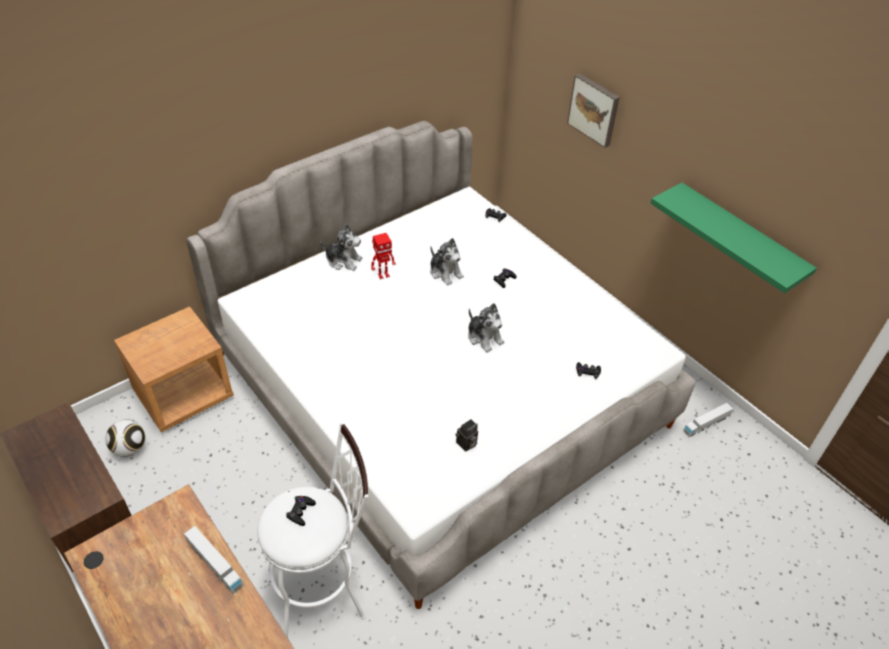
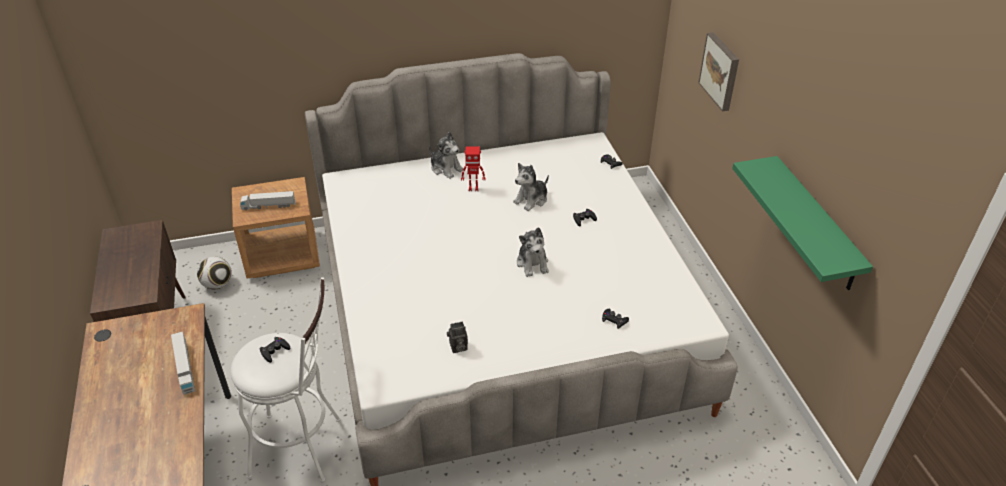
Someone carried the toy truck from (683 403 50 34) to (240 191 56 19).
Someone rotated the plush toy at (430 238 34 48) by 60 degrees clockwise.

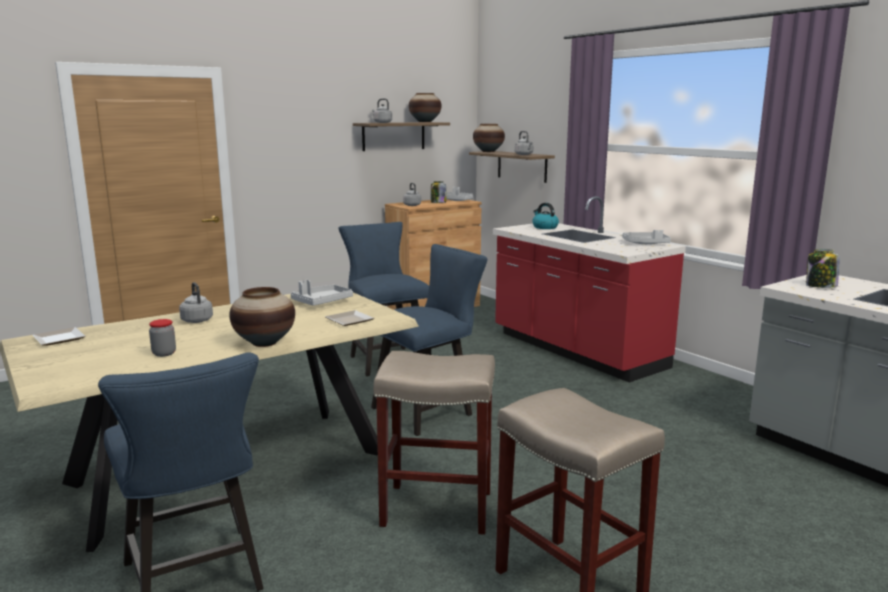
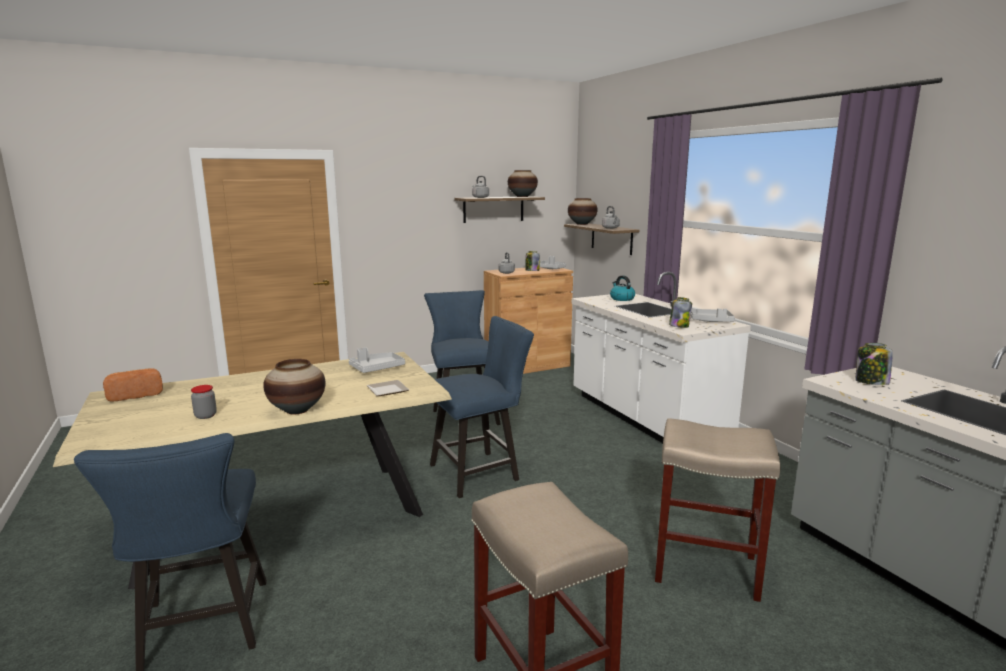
Someone took away the grey kettle at (179 282 34 41).
Someone put down the jar at (669 297 23 31).
Someone carried the beige stool from (373 351 122 184) to (655 418 125 184).
Someone swapped the plate at (33 327 53 18) for the bread at (103 368 60 34).
Someone repainted the red counter at (493 196 193 187), which became the white counter at (572 272 179 171).

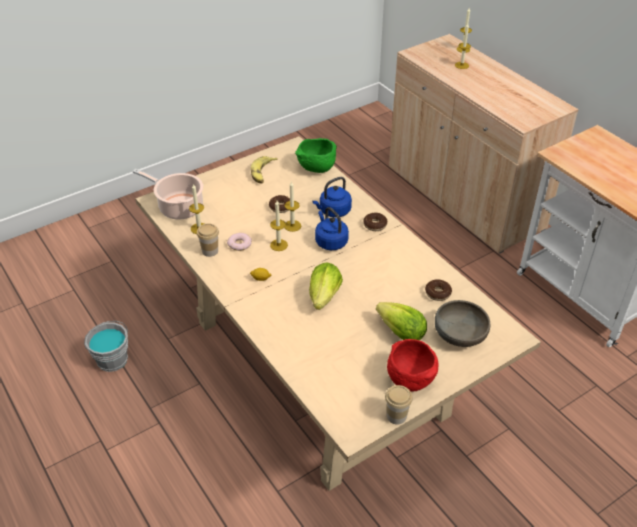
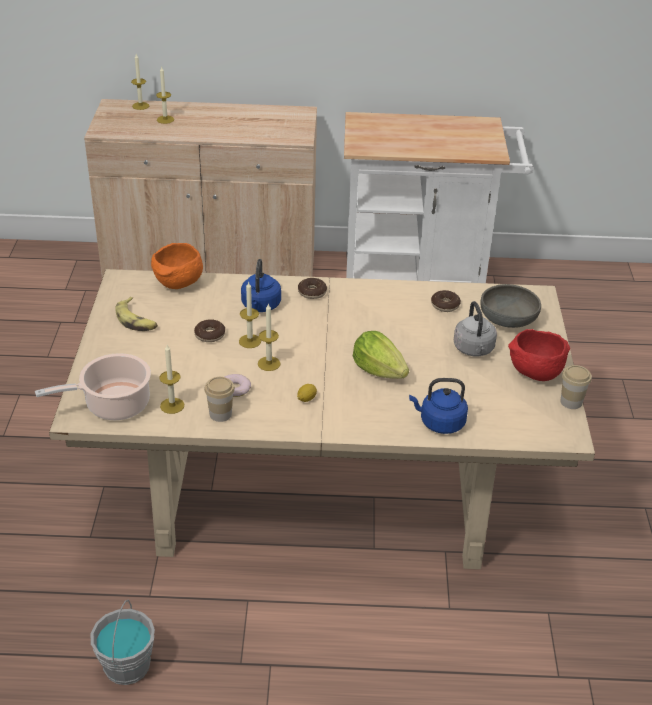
Someone carried the blue kettle from (315 207 34 43) to (409 378 59 56).
Someone swapped the lettuce at (376 302 51 38) for the grey kettle at (454 301 43 55).
Someone repainted the green bowl at (295 138 42 35), which became the orange bowl at (151 243 52 46).

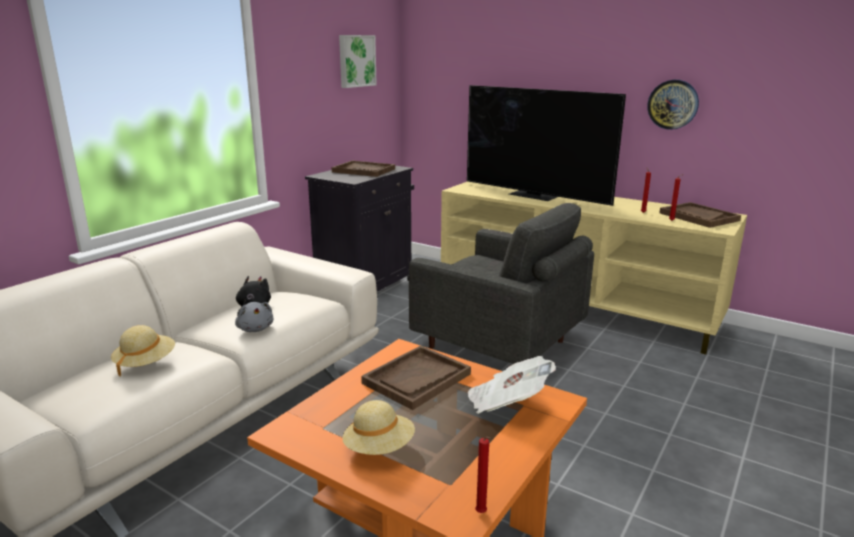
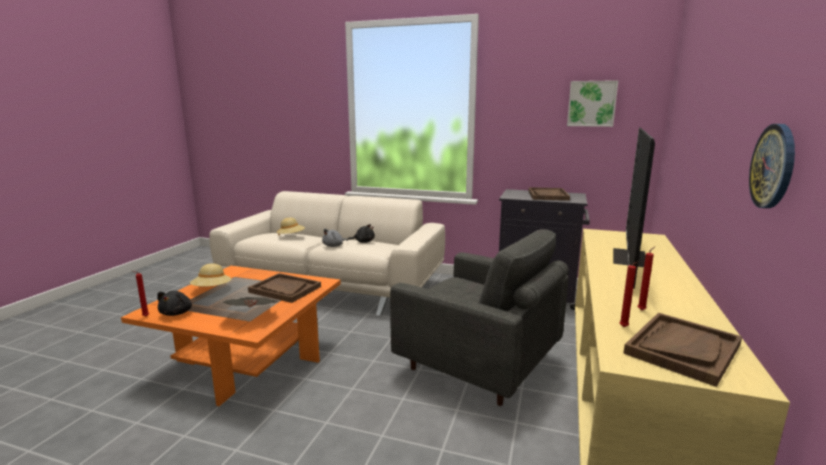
Someone put down the black plush toy at (157 291 35 25).
Someone rotated the grey armchair at (409 203 185 161) by 75 degrees counterclockwise.

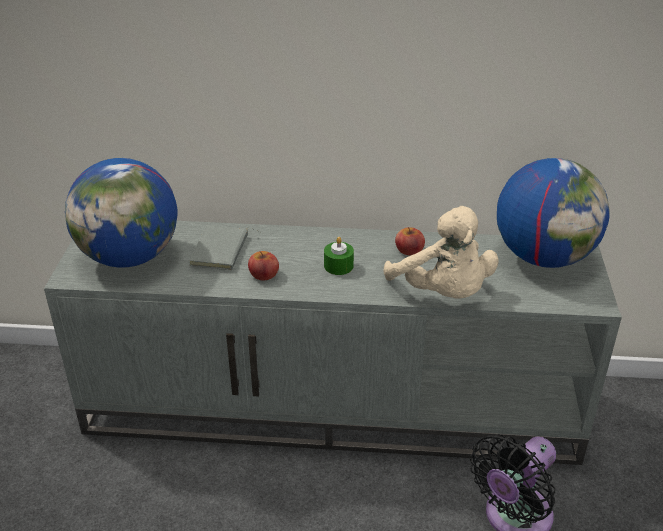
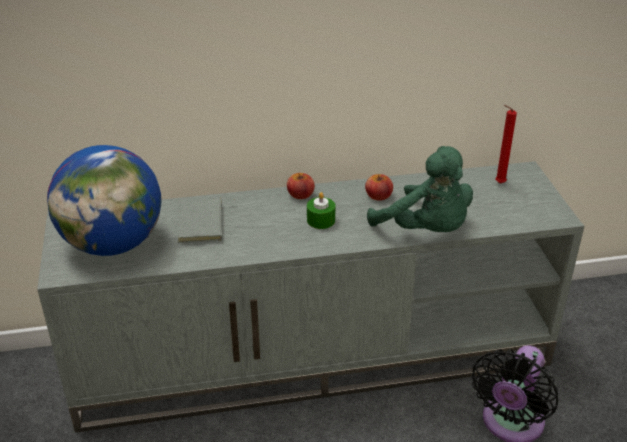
Someone carried the apple from (248 251 31 29) to (287 173 28 26).
Someone swapped the globe at (497 158 113 110) for the red candle at (495 105 22 79).
Someone repainted the beige plush toy at (383 206 116 93), which became the green plush toy at (367 146 106 86).

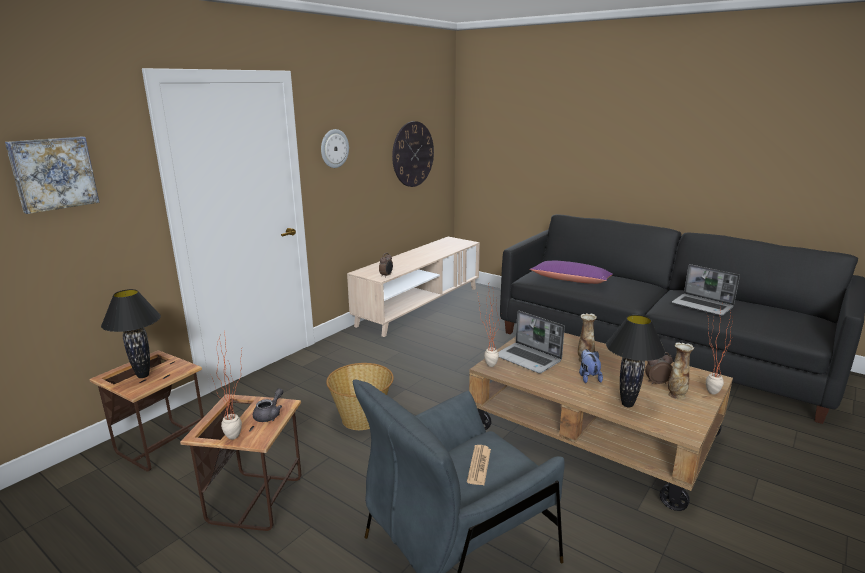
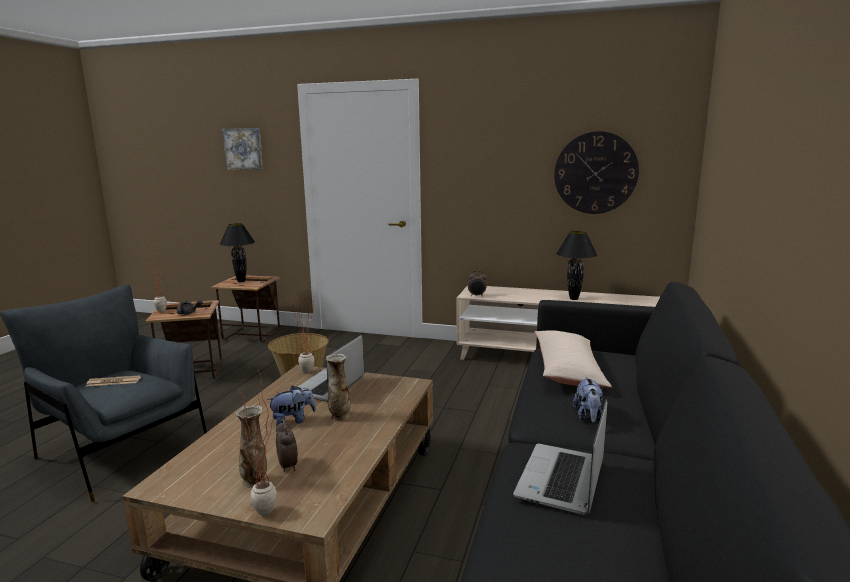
Someone took away the wall clock at (321 129 28 39).
Someone put down the plush toy at (573 377 30 46).
Someone carried the black table lamp from (606 315 59 92) to (556 231 41 69).
Someone repainted the purple pillow at (530 260 83 24), which became the beige pillow at (534 330 78 58).

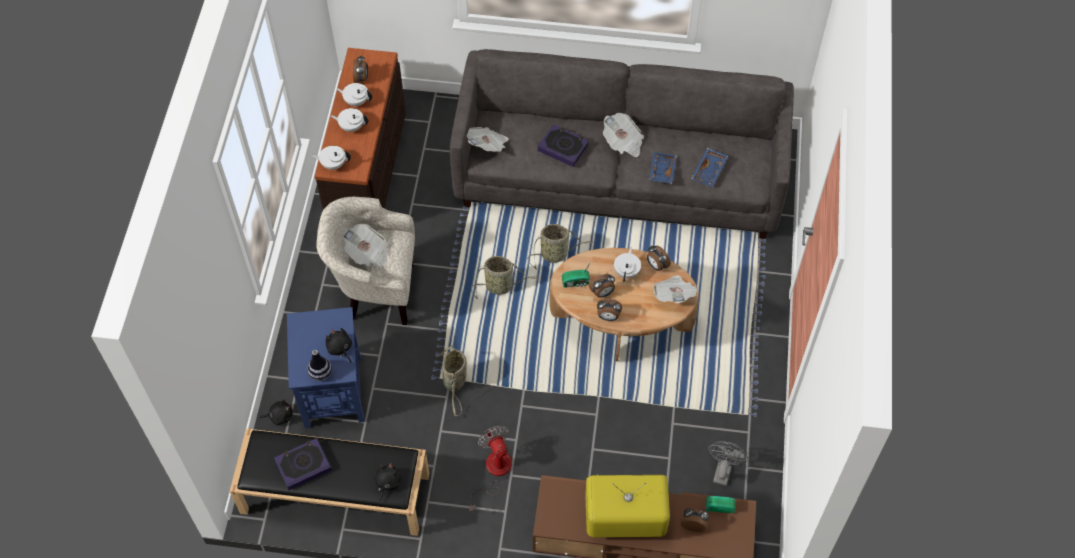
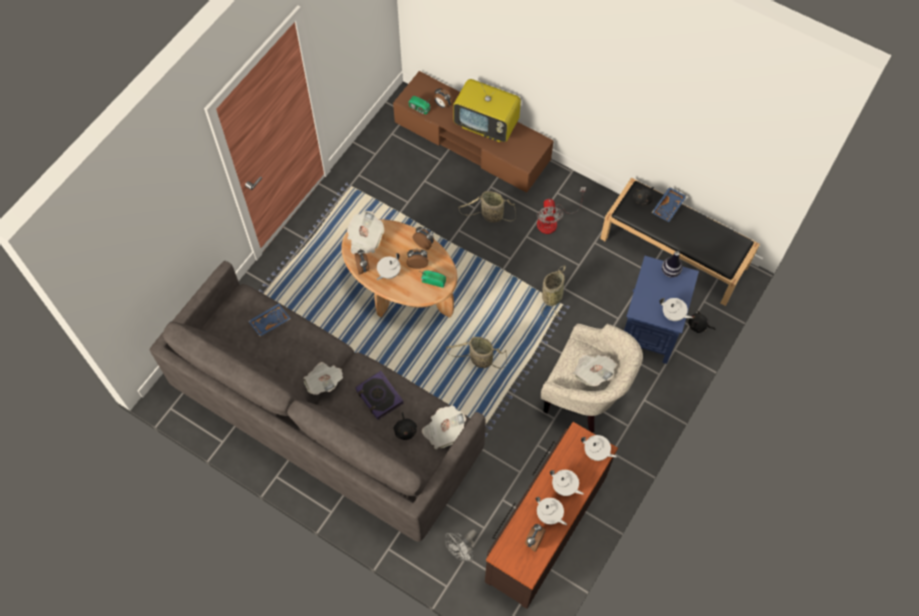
Someone took away the book at (274 438 58 52).
Someone put down the white teapot at (659 298 34 23).
Someone carried the black plush toy from (325 328 27 35) to (394 412 23 28).
Someone carried the basket from (527 224 67 45) to (458 191 58 32).
Someone carried the blue tray from (649 152 28 32) to (651 187 36 35).
Someone carried the grey fan from (708 441 40 45) to (445 529 32 32).

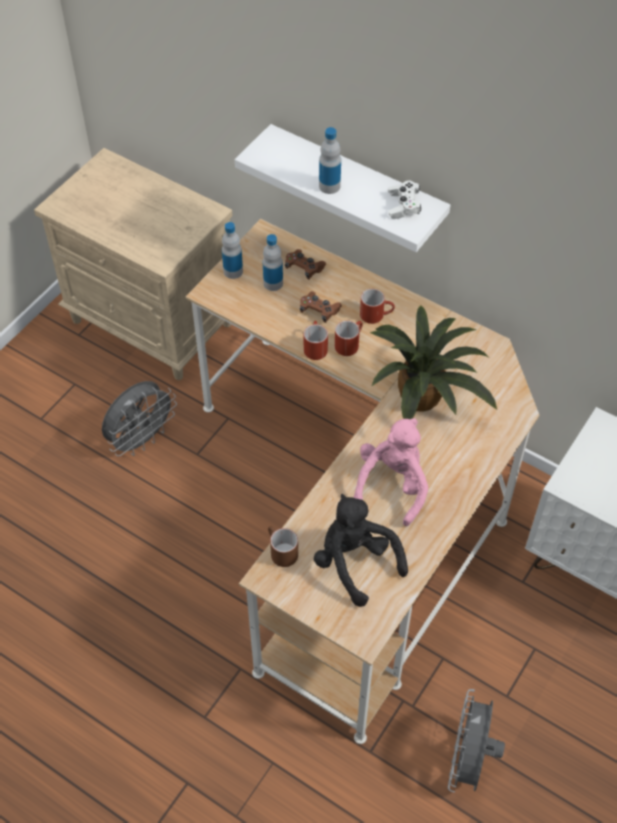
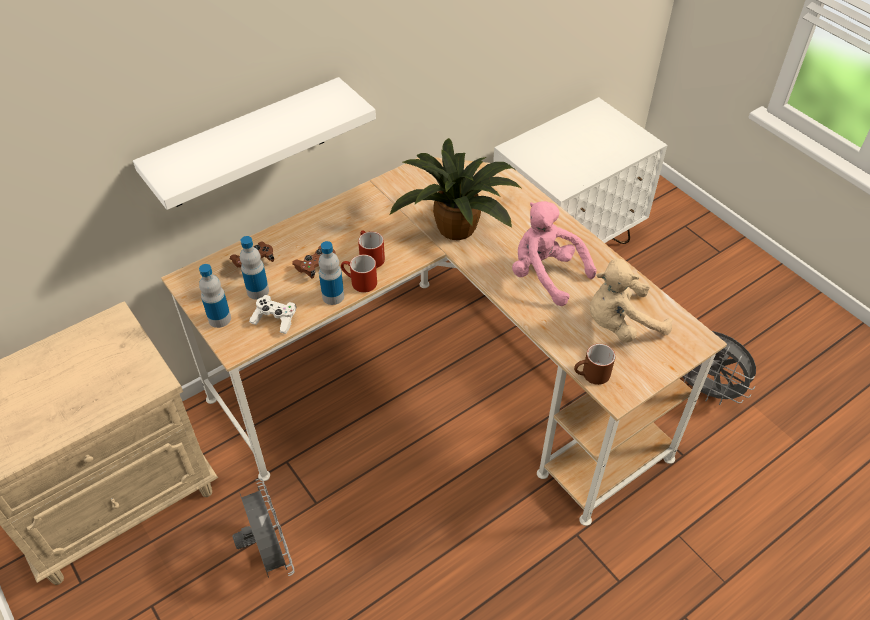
Someone took away the red mug at (360 289 35 35).
Someone carried the bottle from (319 127 22 67) to (318 241 26 64).
Someone carried the white game controller from (388 181 33 38) to (249 295 47 39).
Someone repainted the black plush toy at (314 494 94 113), which became the beige plush toy at (590 259 82 84).

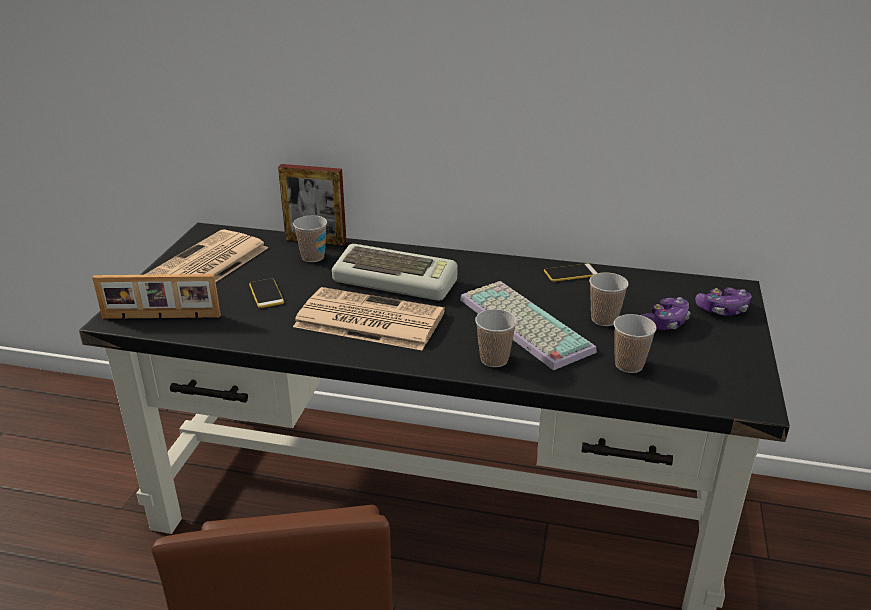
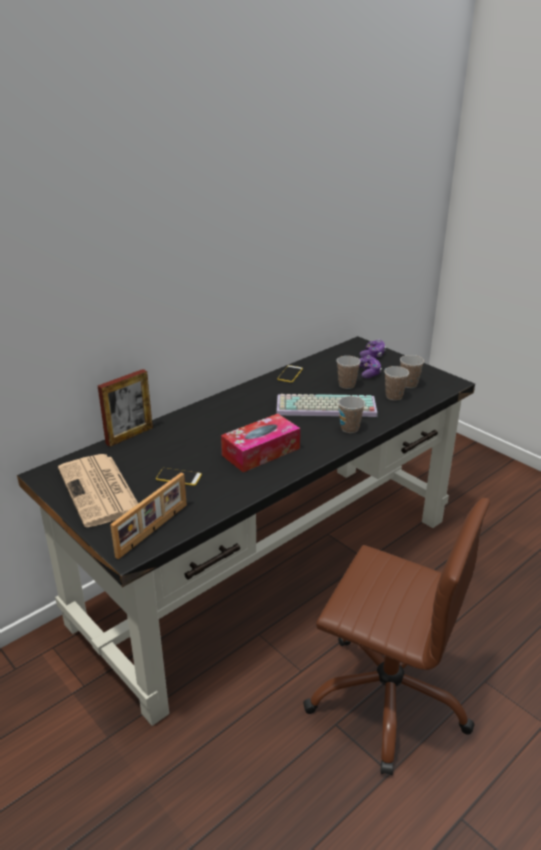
Someone took away the keyboard at (332 244 125 57).
Someone carried the cup from (293 215 34 47) to (400 355 24 33).
Someone swapped the newspaper at (293 287 152 63) for the tissue box at (221 414 79 58).

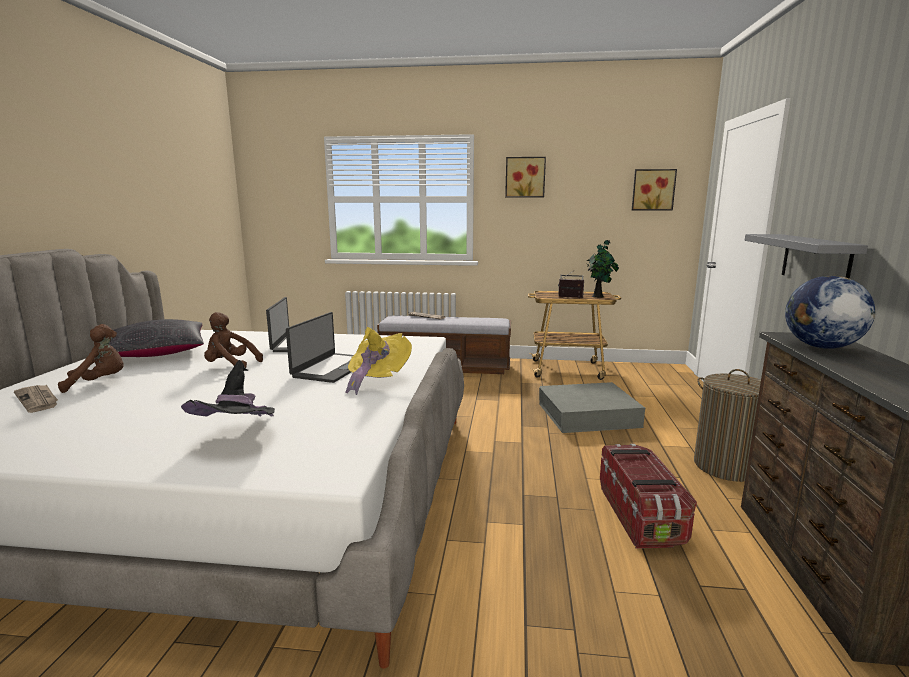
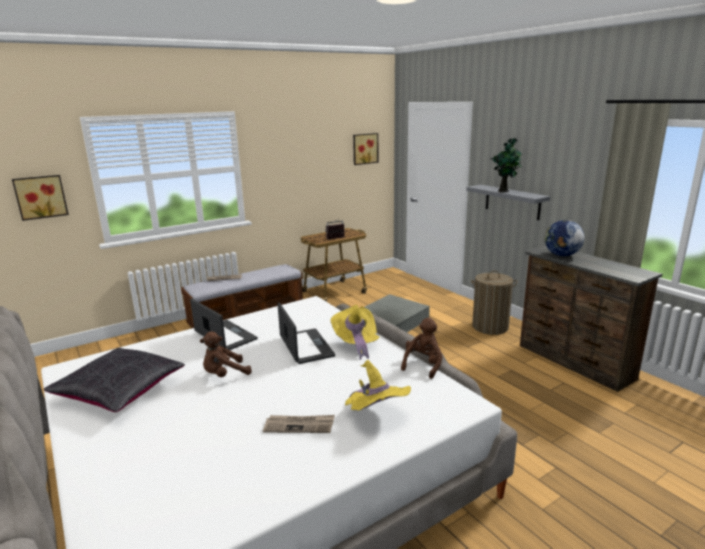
Someone took away the storage box at (600 444 97 105).
Someone carried the newspaper from (14 385 44 28) to (263 415 72 18).
Someone carried the brown plush toy from (58 324 65 69) to (401 318 42 61).
Someone carried the picture from (505 157 41 40) to (12 175 57 46).
Someone carried the potted plant from (587 240 32 58) to (491 138 31 54).
Someone repainted the black hat at (181 360 94 57), which became the yellow hat at (345 360 66 51).

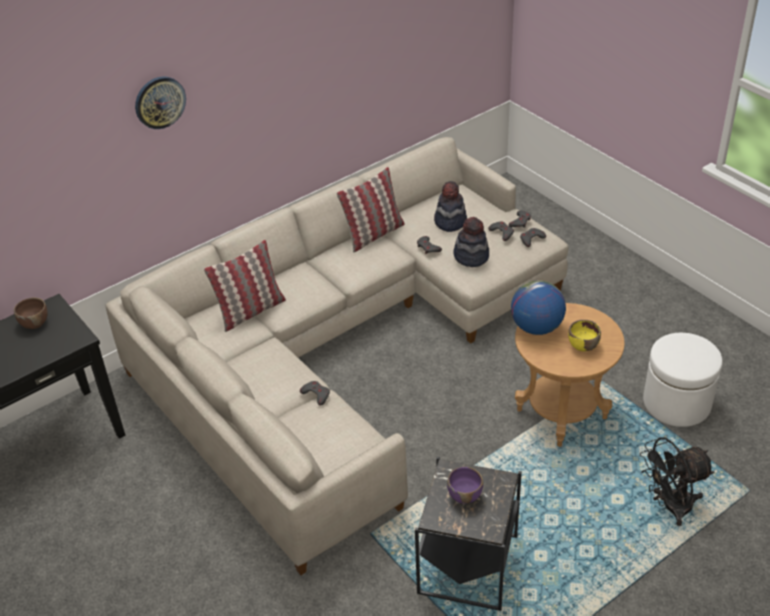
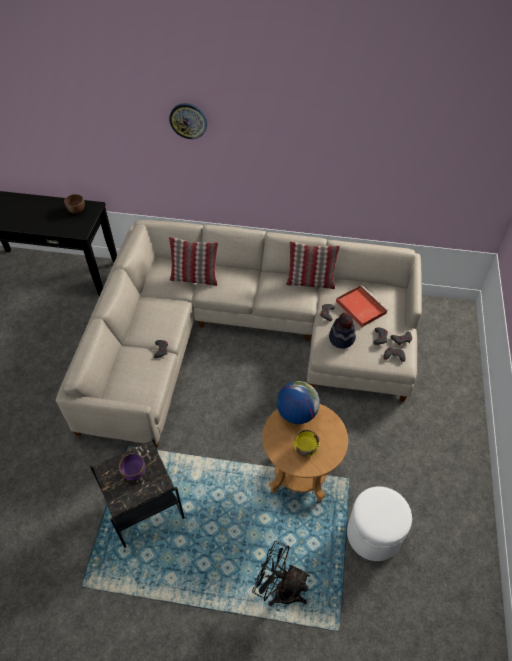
Someone swapped the hat at (434 181 33 51) for the red tray at (336 285 52 42).

